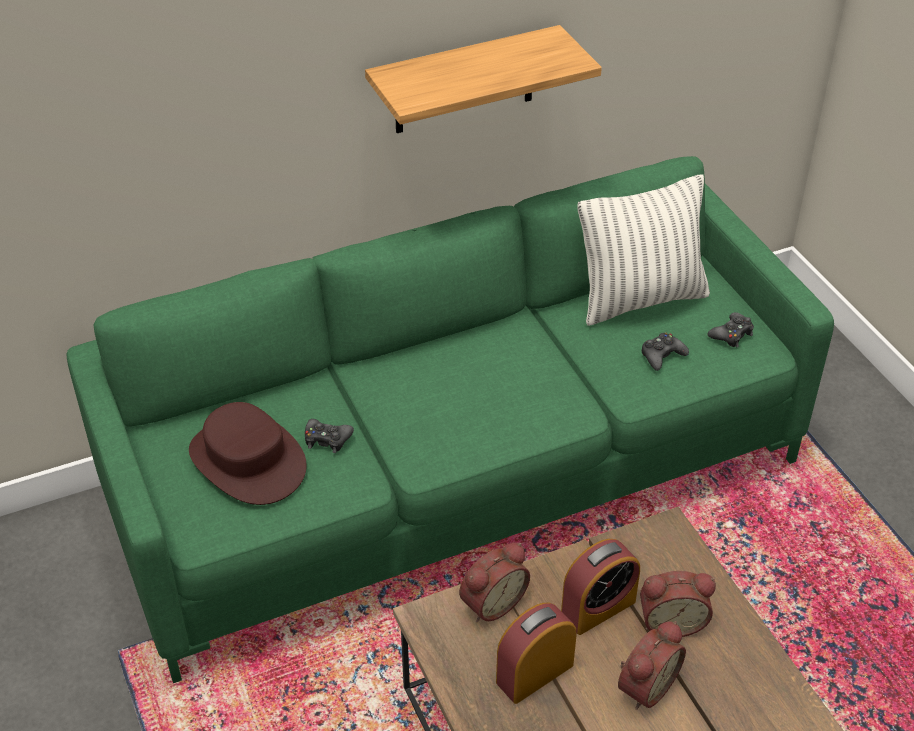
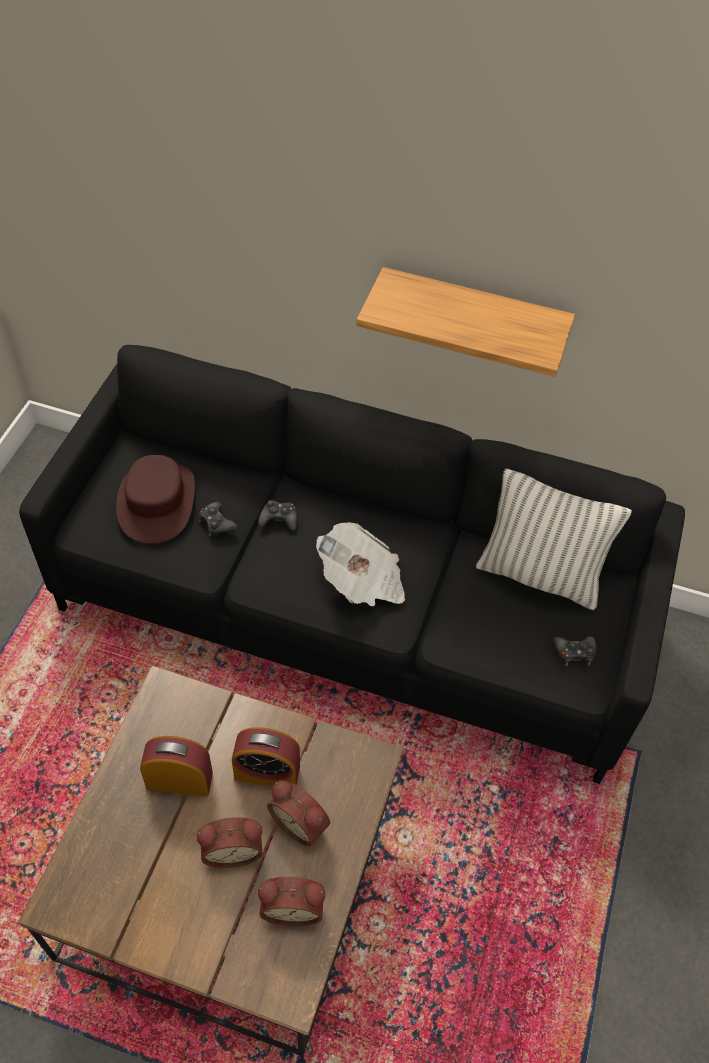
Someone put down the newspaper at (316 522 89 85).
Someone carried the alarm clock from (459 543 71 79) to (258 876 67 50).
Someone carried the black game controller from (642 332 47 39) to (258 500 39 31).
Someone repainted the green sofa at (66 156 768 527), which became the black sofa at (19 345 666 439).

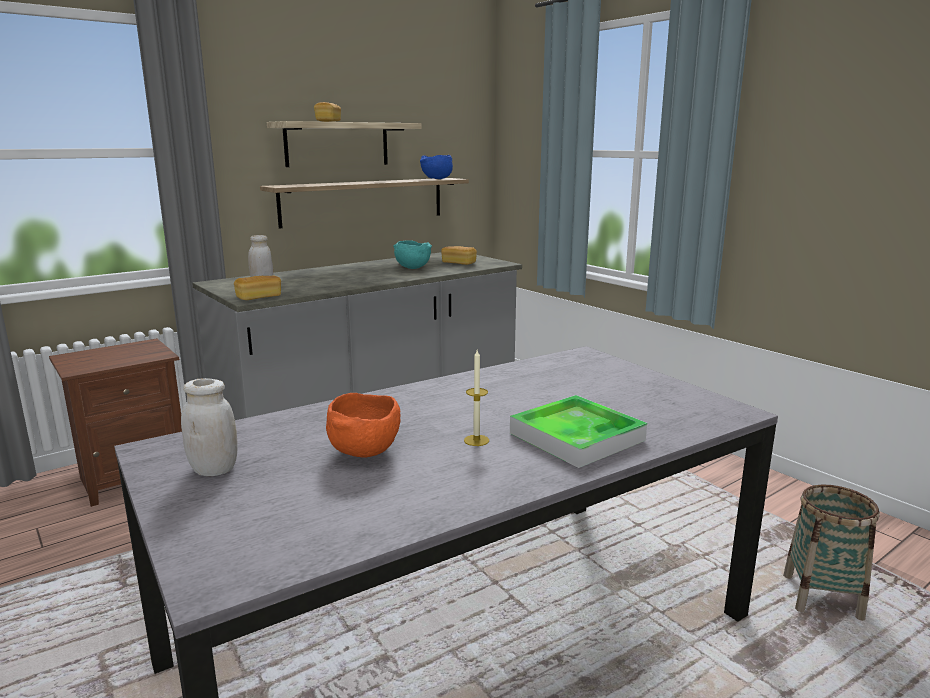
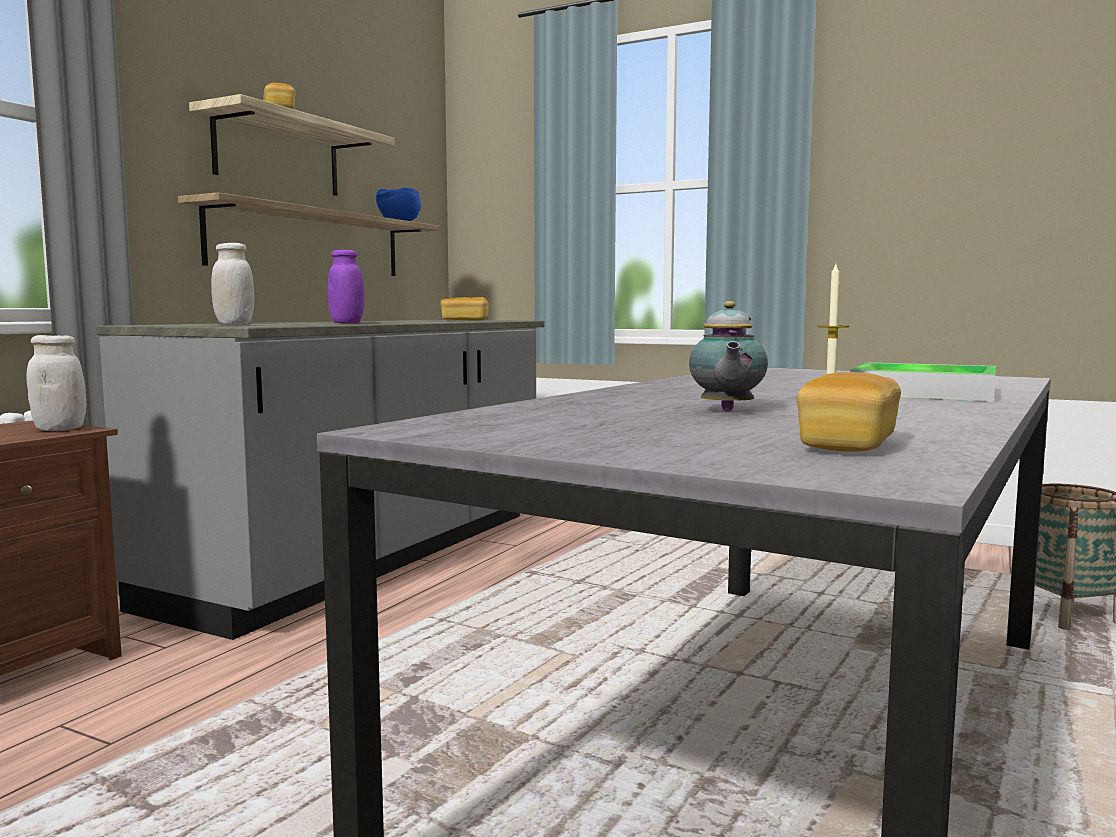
Someone took away the turquoise bowl at (393 240 39 29).
Someone put down the purple jar at (328 250 36 73).
Someone carried the white jar from (181 378 57 98) to (26 335 60 96).
Someone carried the bread from (234 276 47 24) to (797 372 104 79).
Someone swapped the orange bowl at (326 393 74 64) for the teapot at (689 301 79 111).

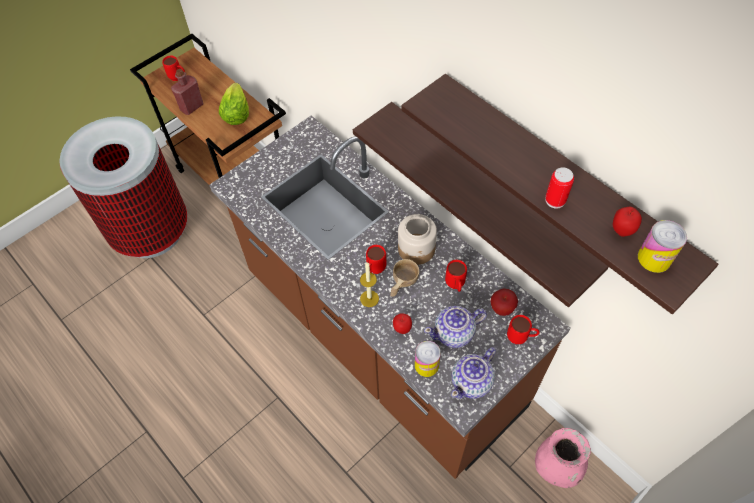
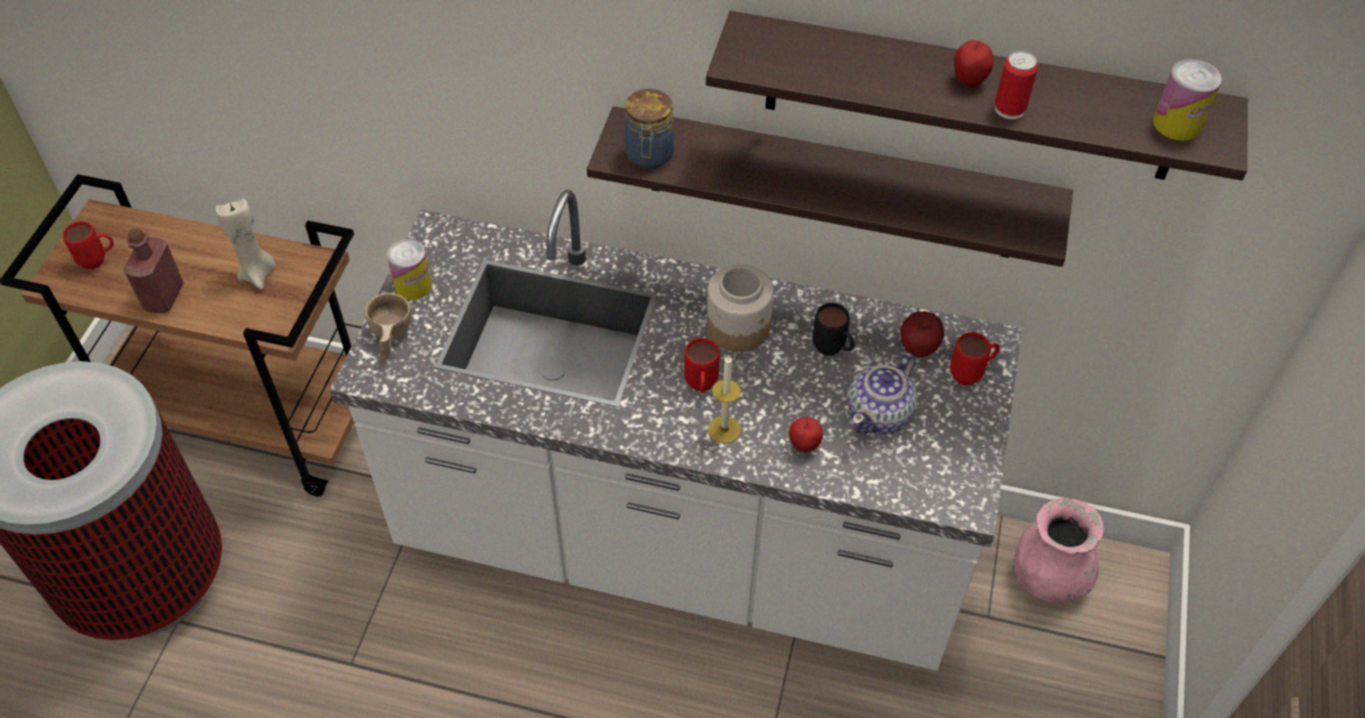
Someone took away the teapot at (451 347 45 52).
Someone put down the jar at (624 89 50 80).
Someone carried the beige cup from (390 259 29 38) to (366 293 45 68).
Someone carried the can from (415 341 26 36) to (387 239 45 61).
Someone carried the apple from (613 207 29 30) to (954 40 39 47).
Someone swapped the lettuce at (219 83 30 42) for the beige candle at (216 198 60 92).
Someone repainted the brown counter at (210 116 360 363), which became the white counter at (329 190 693 481).
Someone repainted the red mug at (445 260 22 32), which became the black mug at (813 303 41 53).

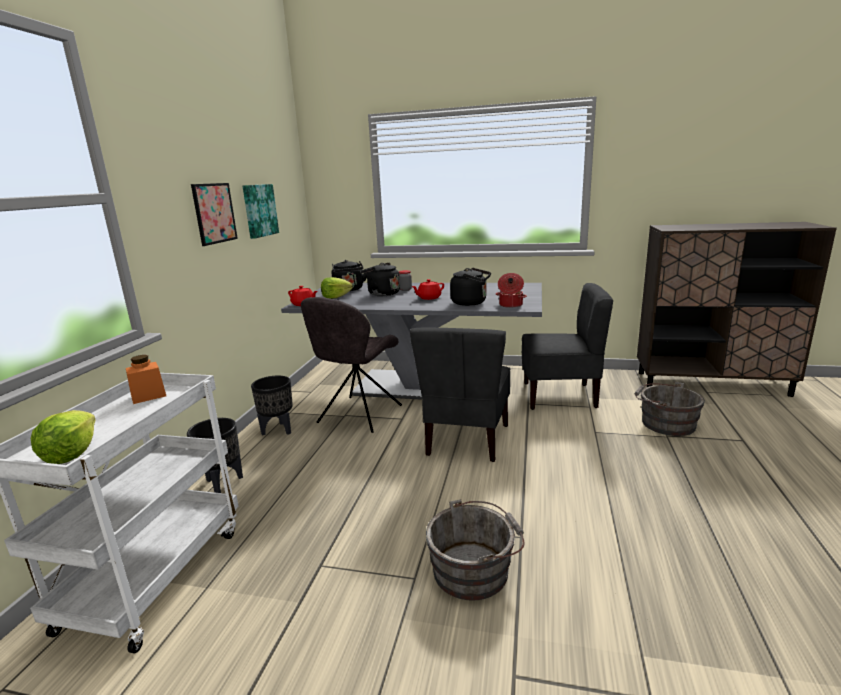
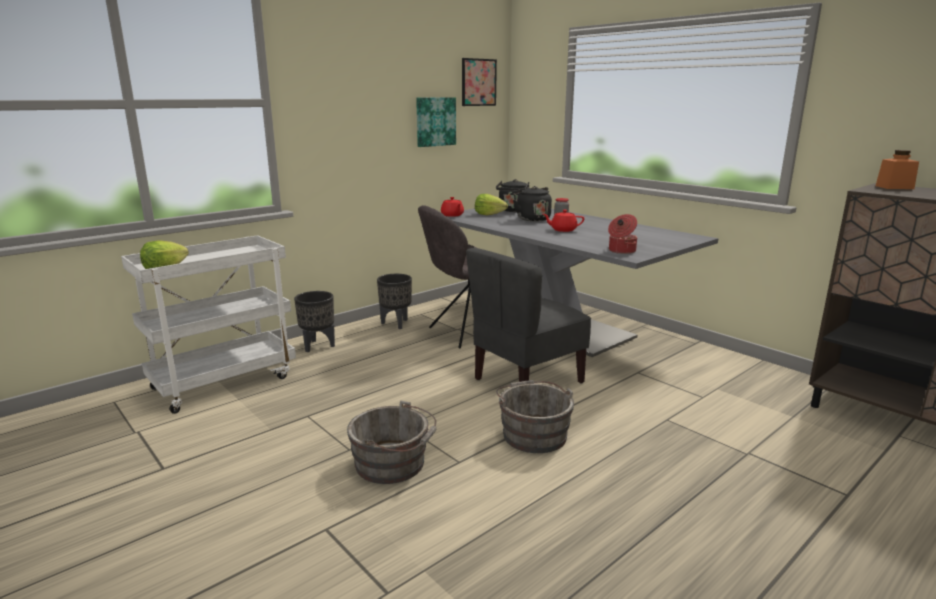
Someone took away the black kettle at (450 268 41 38).
Someone took away the grey chair at (522 283 91 127).
Someone carried the orange jar from (126 355 40 49) to (875 150 44 39).
Someone carried the picture from (191 183 47 63) to (462 58 35 48).
Someone carried the grey bucket from (634 382 71 54) to (496 380 78 73).

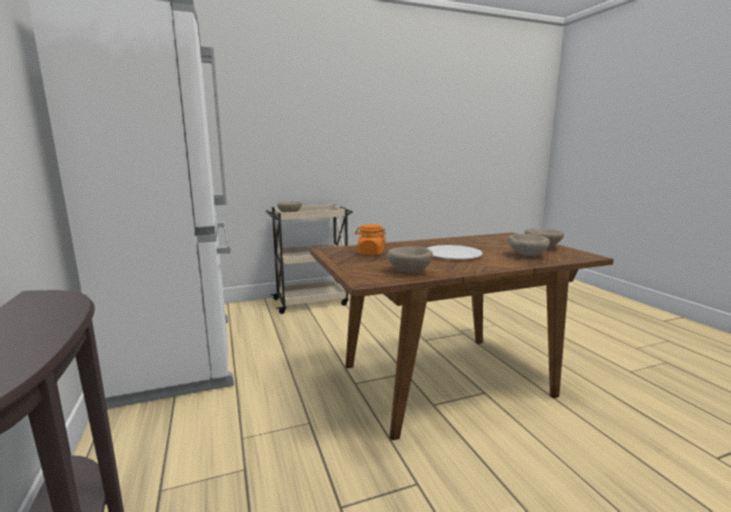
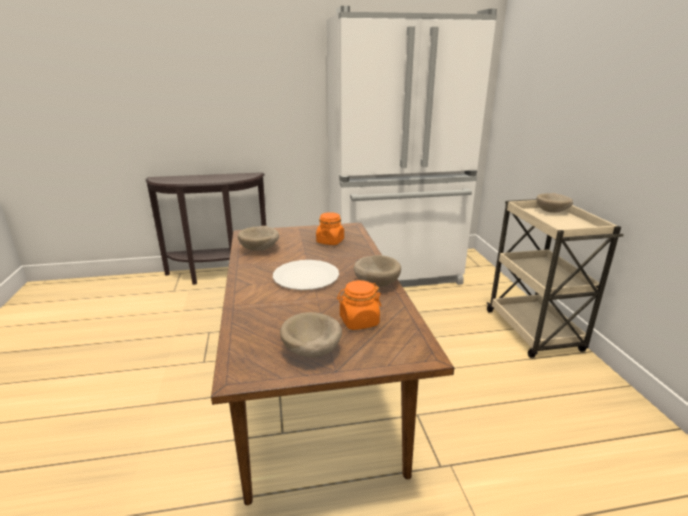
Someone put down the orange jar at (337 280 44 50).
Someone carried the beige bowl from (508 234 42 22) to (354 255 47 32).

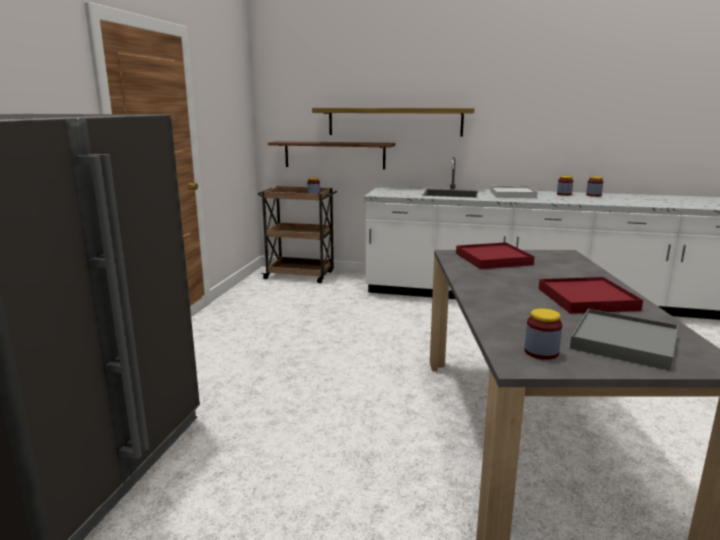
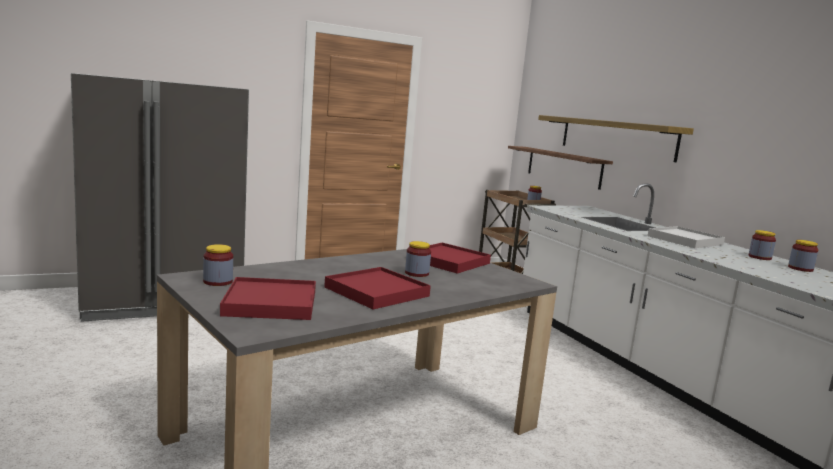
Someone put down the jar at (405 241 26 36).
Someone repainted the grey tray at (570 309 108 62), which became the red tray at (220 277 96 43).

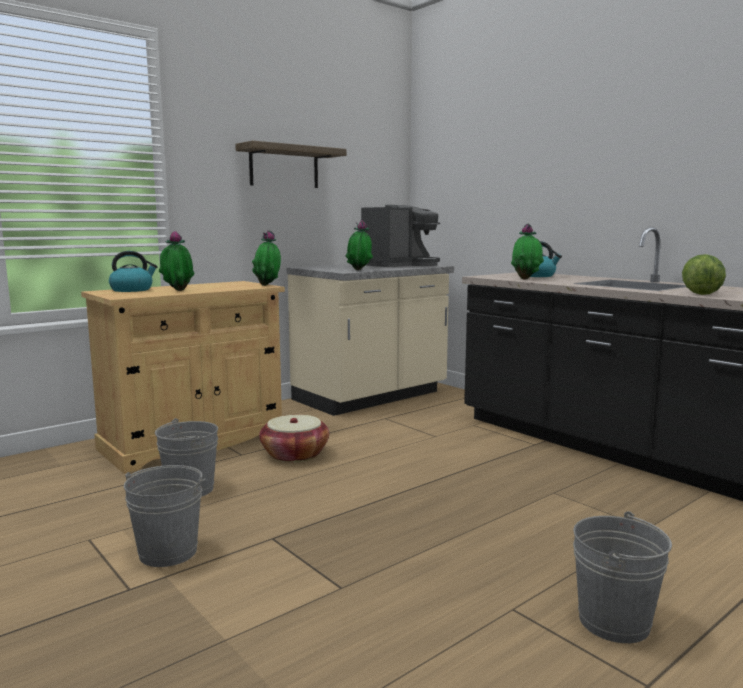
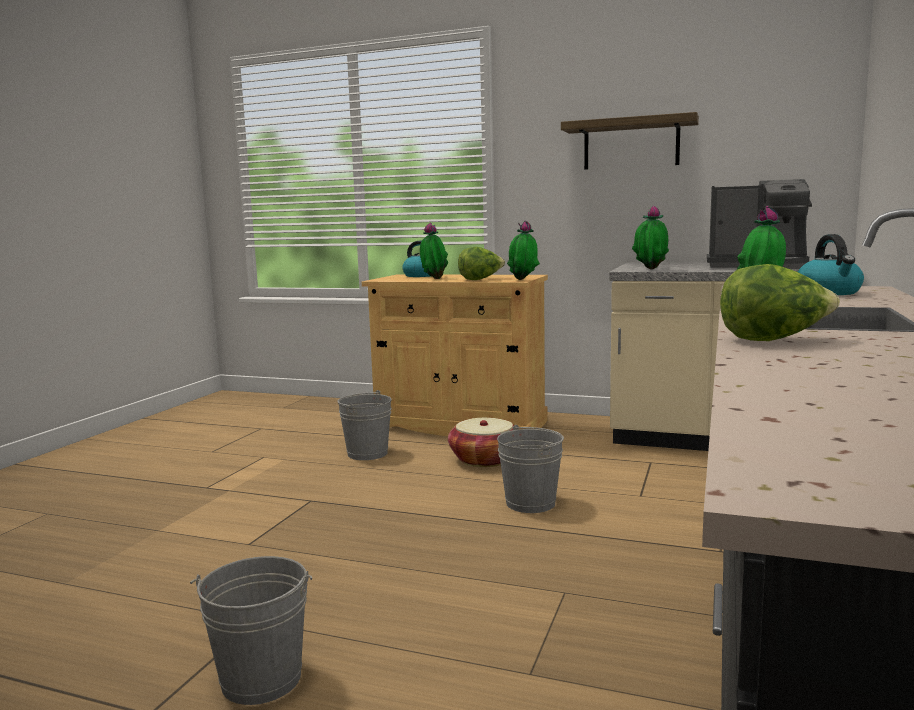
Someone put down the lettuce at (458 247 47 33).
Someone carried the grey bucket from (124 465 82 102) to (497 425 67 88).

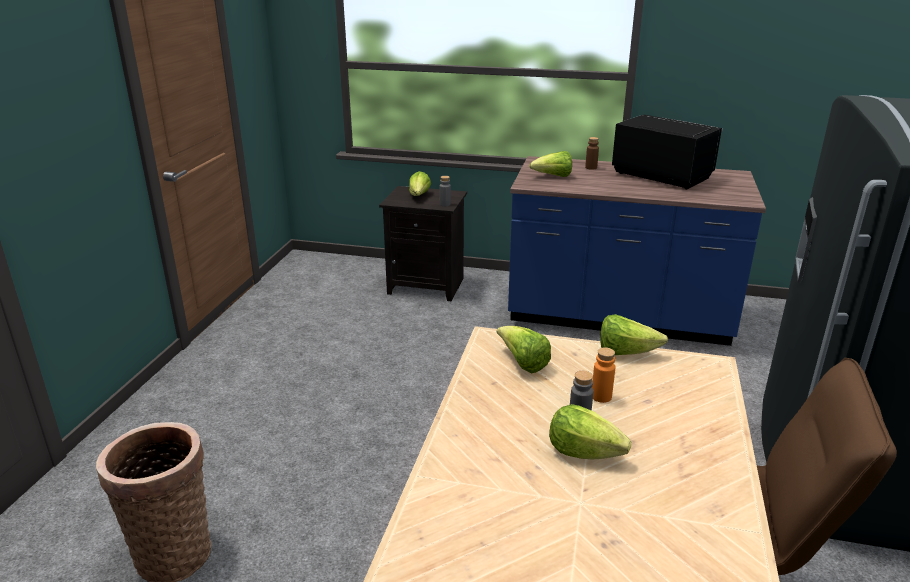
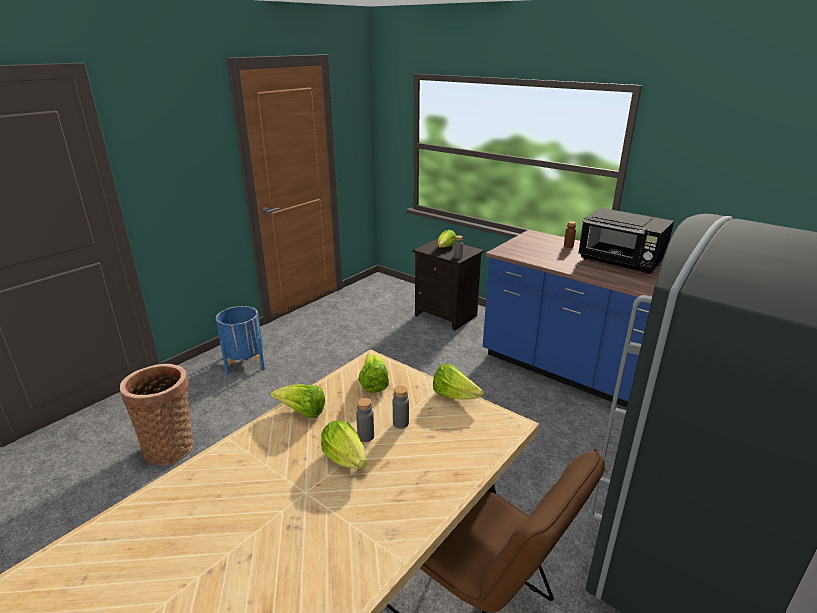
Someone put down the blue planter at (216 306 49 70).
Someone carried the lettuce from (529 151 43 26) to (271 384 54 34).
Someone repainted the orange bottle at (592 347 23 56), which became the grey bottle at (393 386 16 42).
Someone rotated the black microwave at (612 115 111 74) by 150 degrees clockwise.

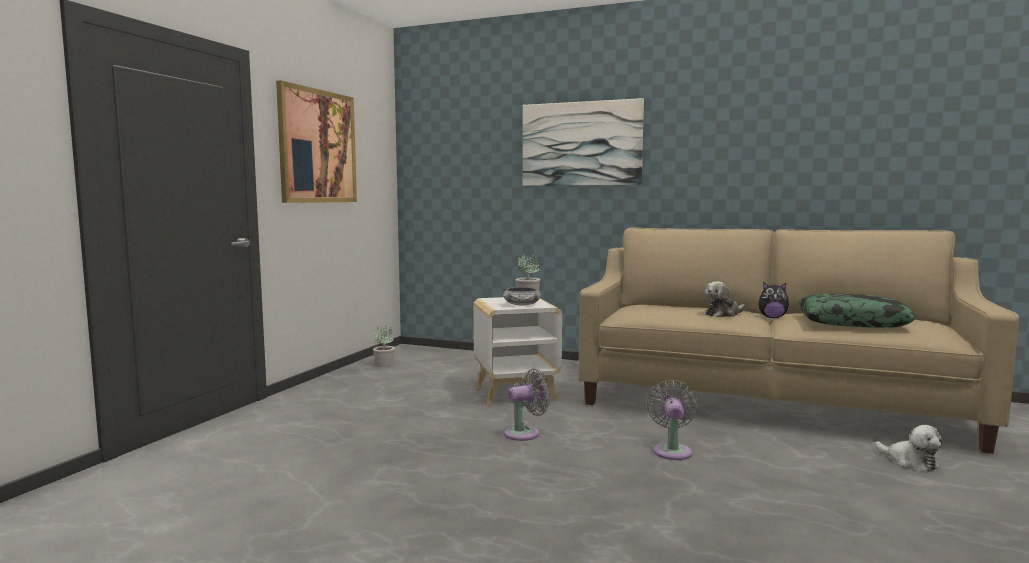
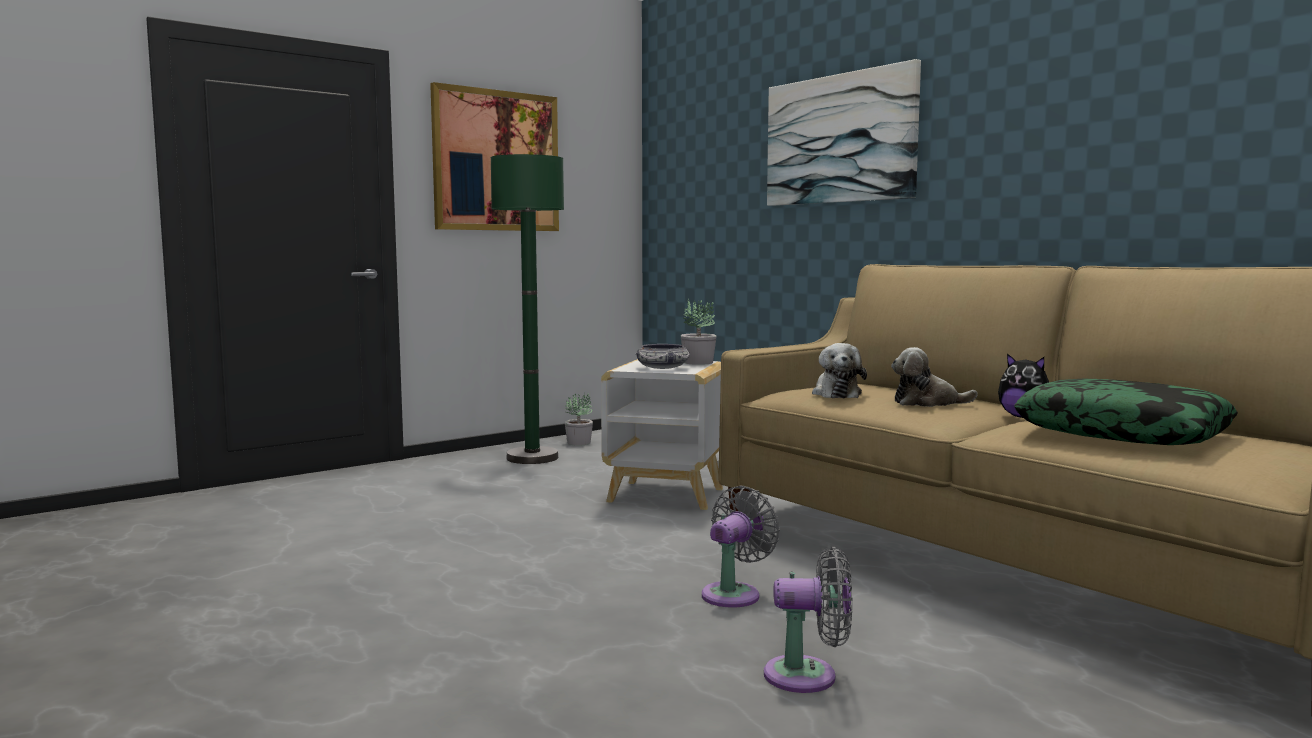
Someone put down the green floor lamp at (491 154 73 310).
Someone carried the grey fan from (504 368 47 73) to (764 547 88 146).
Someone carried the plush toy from (875 425 68 47) to (812 343 55 55).

